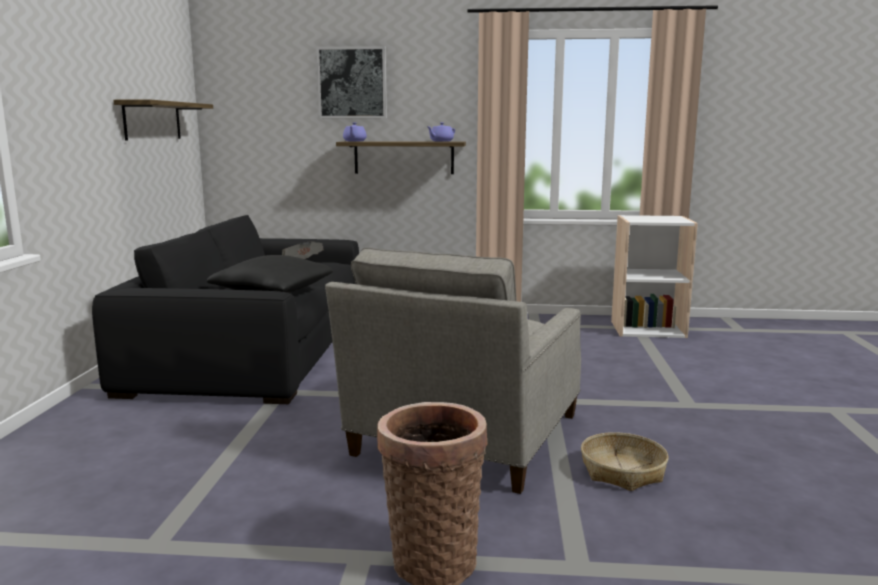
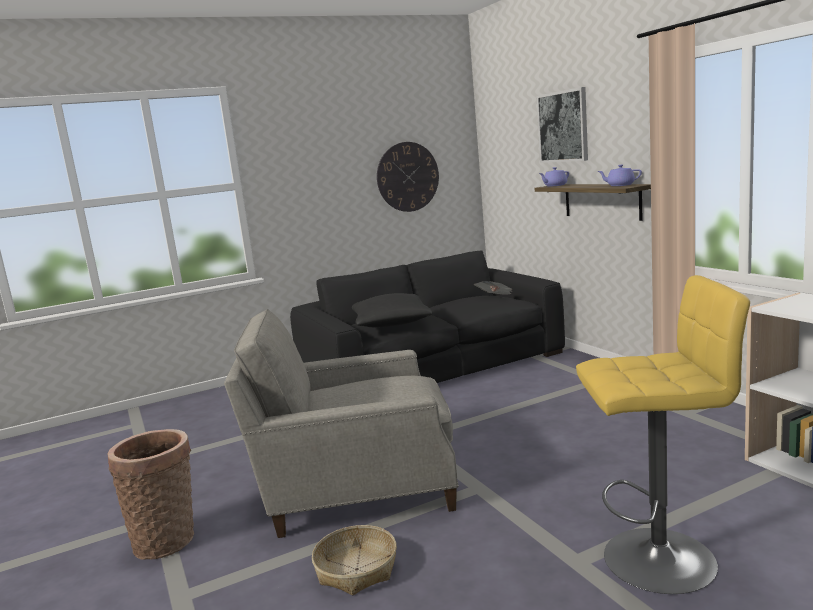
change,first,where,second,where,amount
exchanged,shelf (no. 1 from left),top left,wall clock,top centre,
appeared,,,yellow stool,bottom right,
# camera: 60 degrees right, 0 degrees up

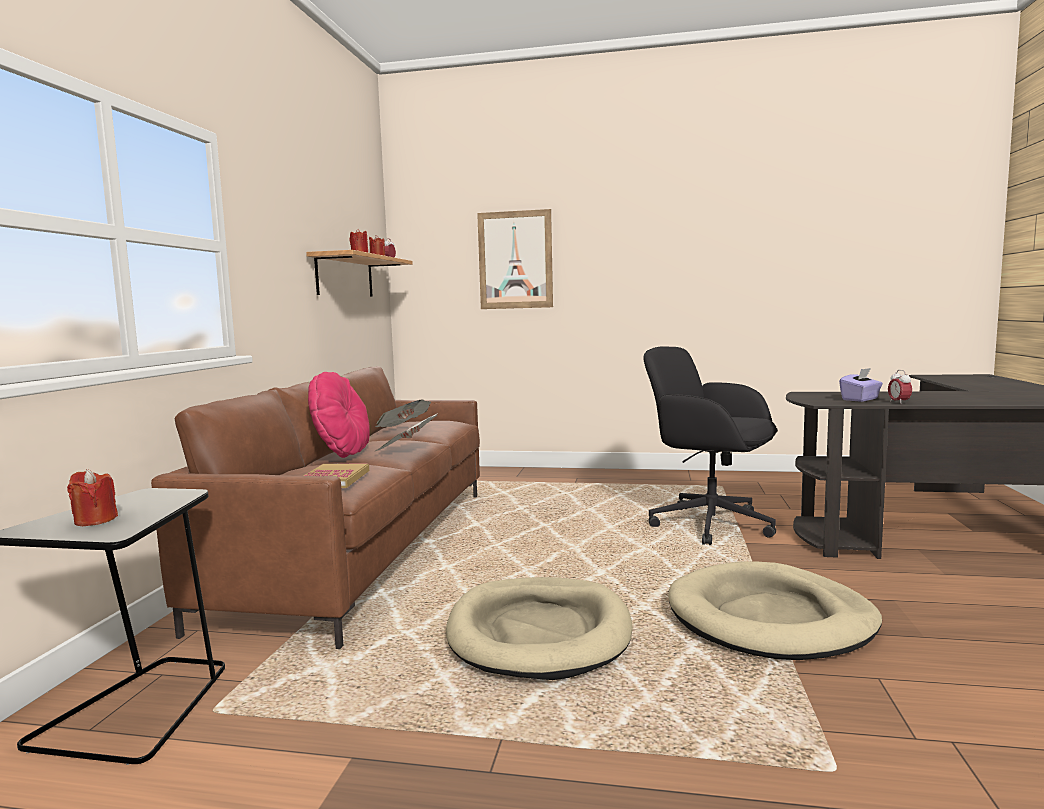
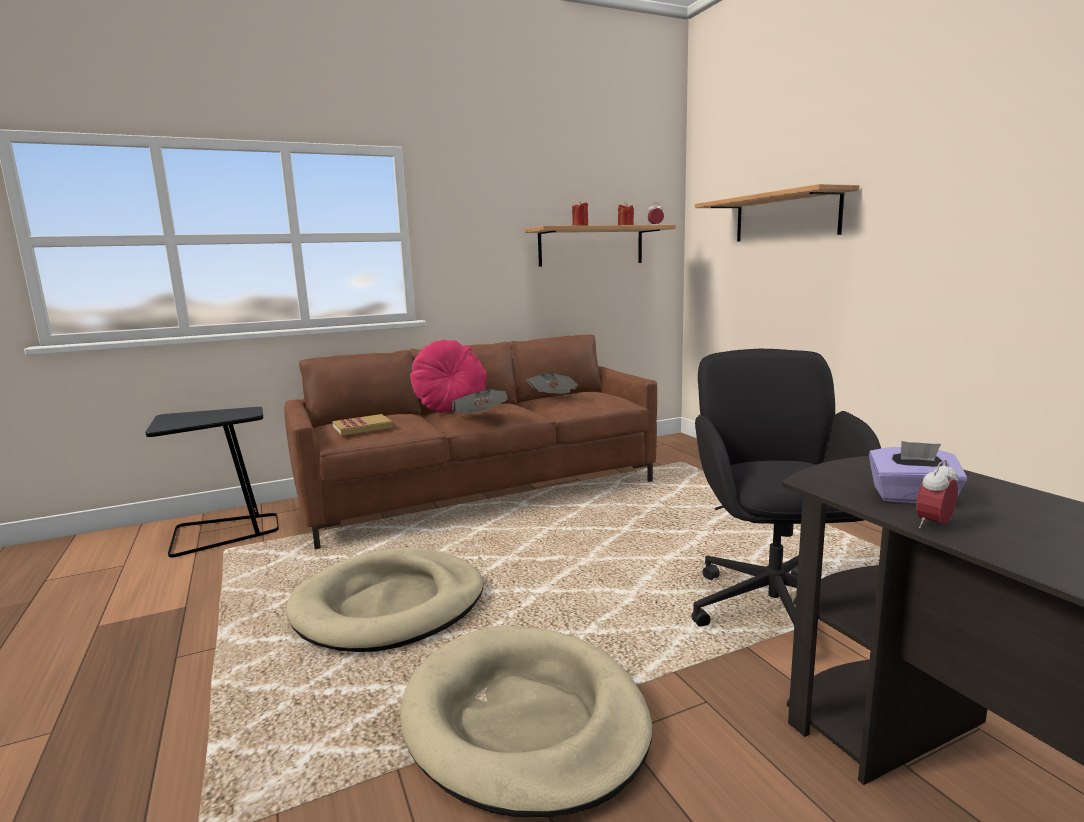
change,first,where,second,where,amount
exchanged,picture,top centre,shelf (no. 2 from left),top right,
missing,red candle (no. 1 from left),middle left,,,
# camera: 55 degrees right, 5 degrees up

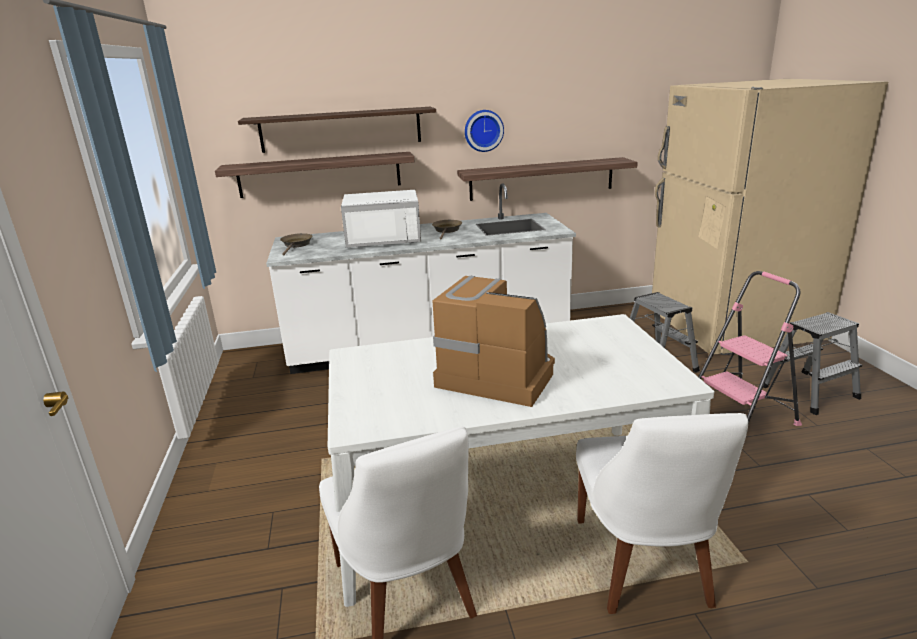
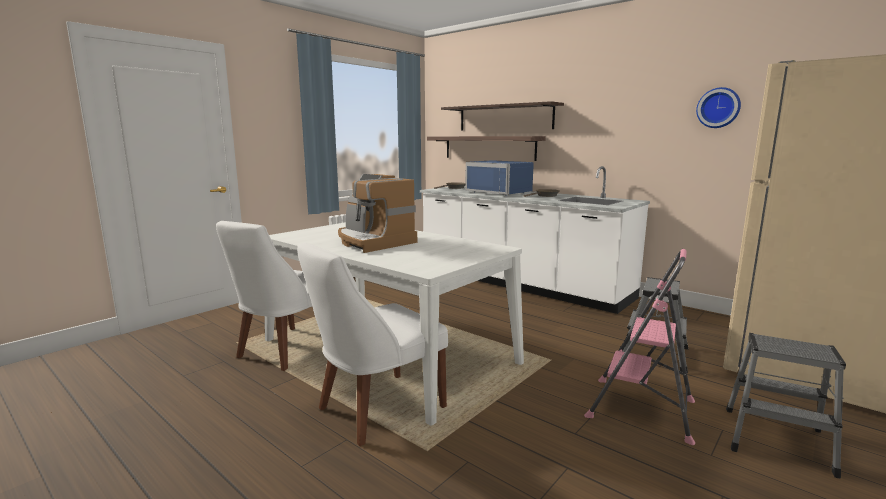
change,first,where,second,where,amount
relocated,wall clock,top centre,,top right,
missing,shelf (no. 3 from left),top centre,,,
colour,white microwave,centre,blue microwave,centre,
spun,coffee machine,centre,,centre,150 degrees clockwise
# camera: 50 degrees right, 10 degrees down

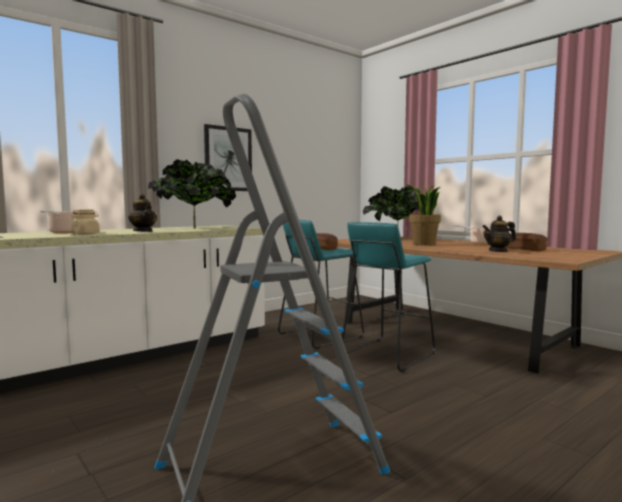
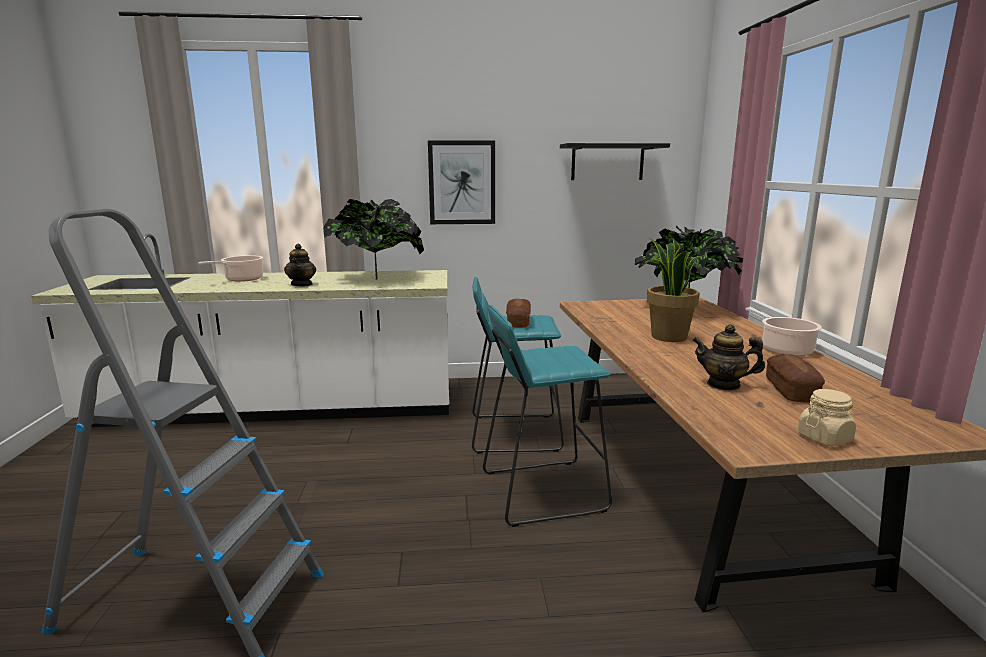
change,first,where,second,where,amount
relocated,beige jar,middle left,,middle right,
appeared,,,black shelf,top centre,
# camera: 35 degrees right, 10 degrees up

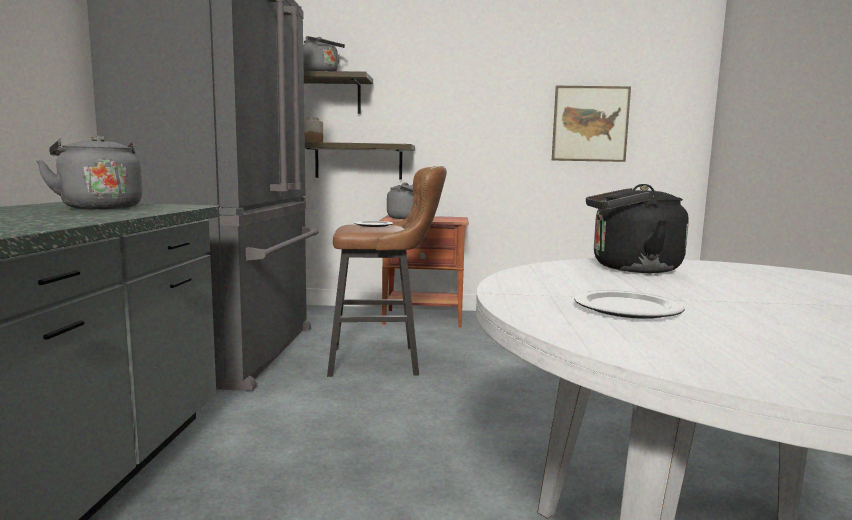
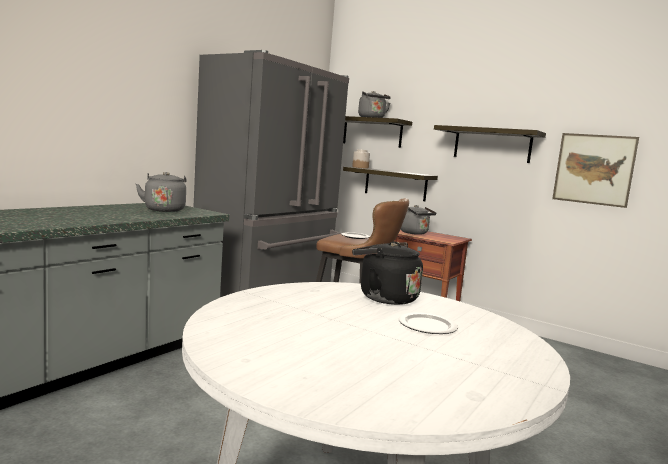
change,first,where,second,where,amount
relocated,plate (no. 2 from left),middle right,,bottom centre,
appeared,,,shelf (no. 3 from left),top right,
# camera: 30 degrees right, 0 degrees up

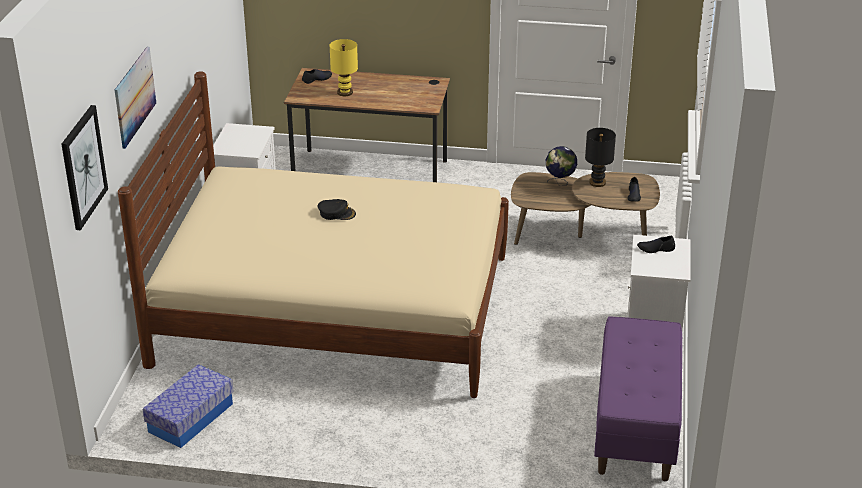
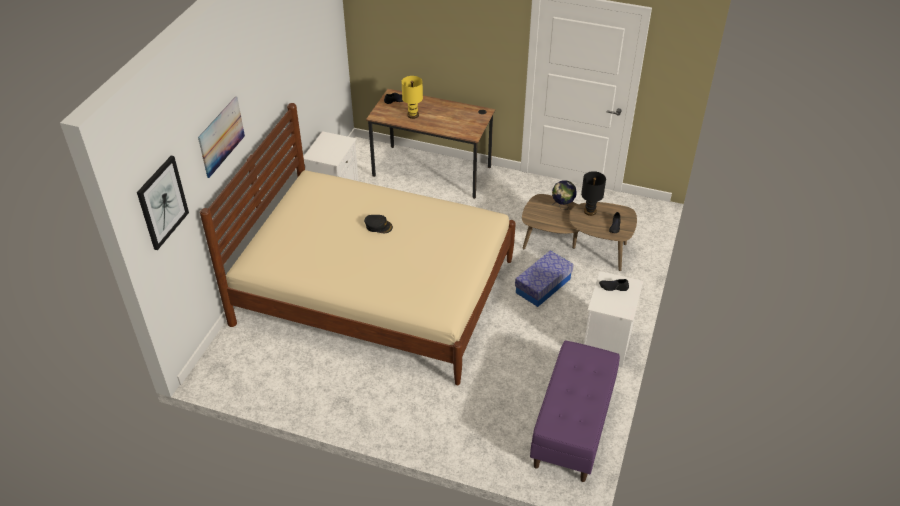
change,first,where,second,where,amount
relocated,storage box,bottom left,,centre,
# camera: 10 degrees right, 10 degrees up

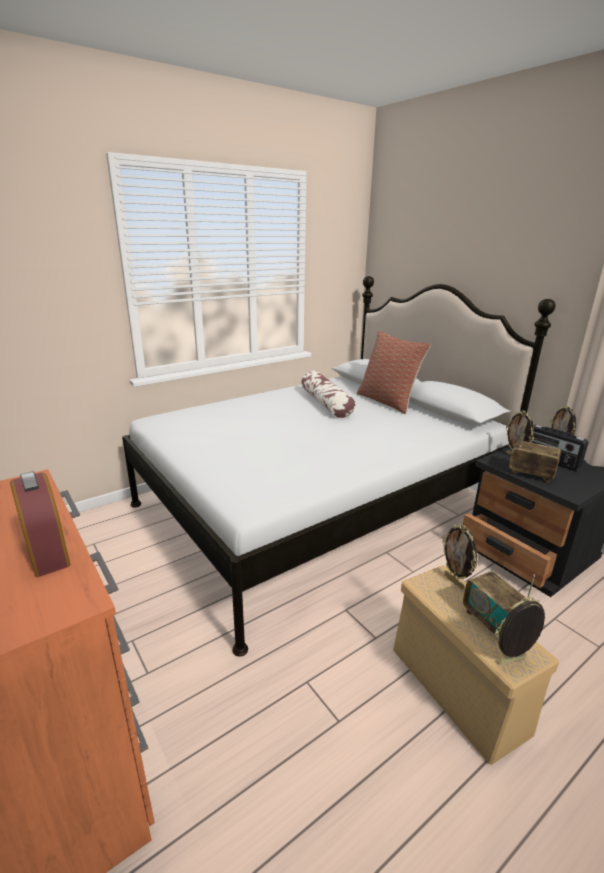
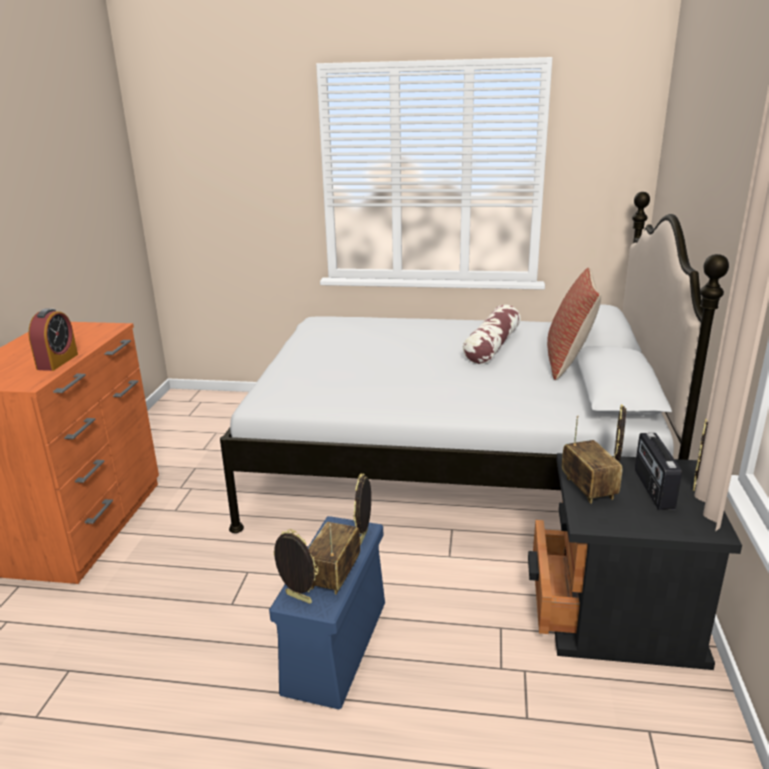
change,first,where,second,where,amount
colour,beige storage box,bottom right,blue storage box,bottom centre,
# camera: 45 degrees right, 0 degrees up

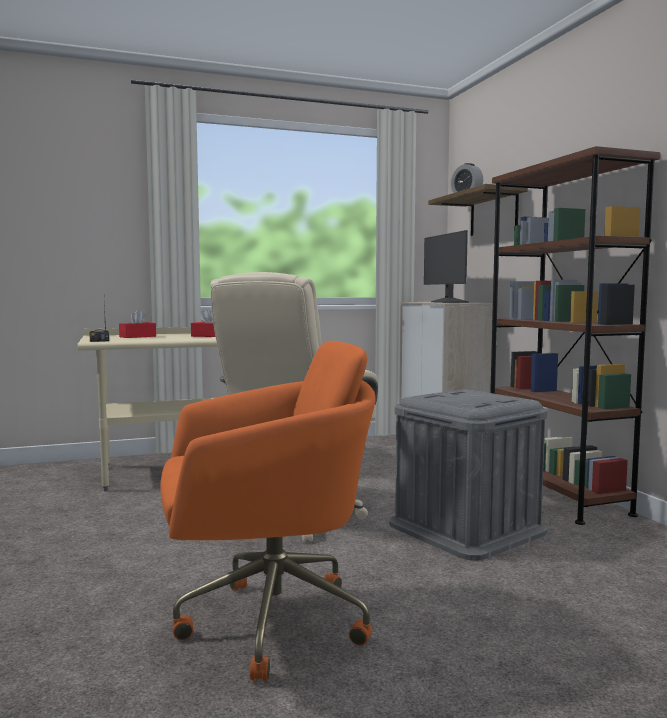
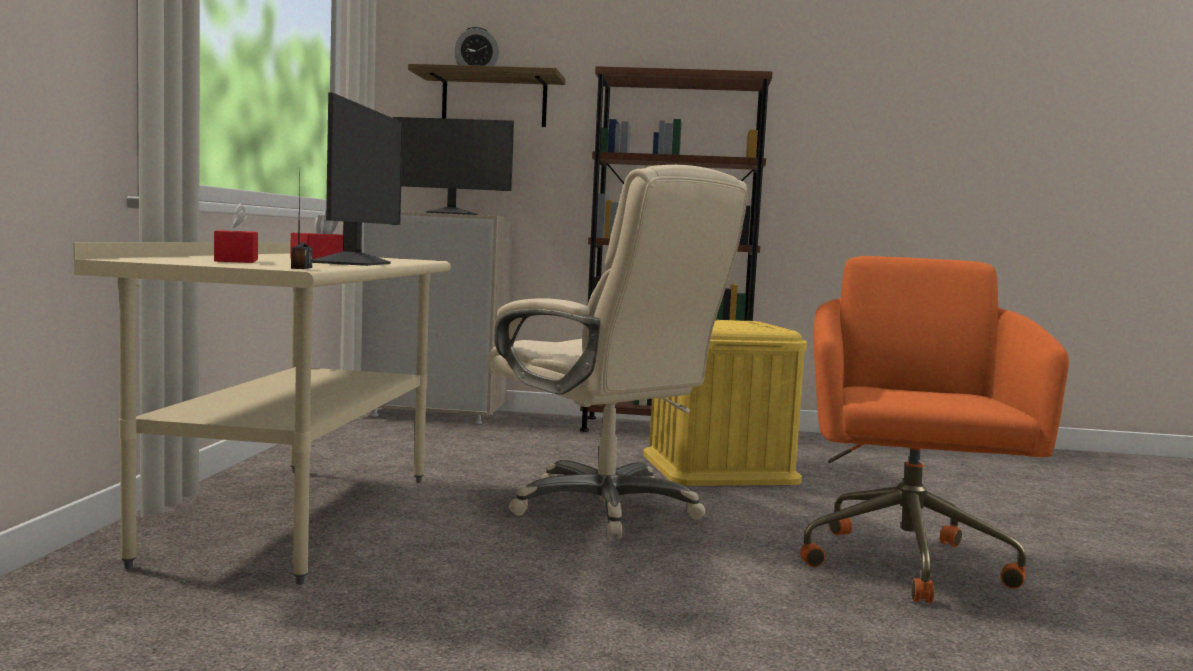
change,first,where,second,where,amount
colour,grey storage box,middle right,yellow storage box,centre,
appeared,,,monitor (no. 1 from left),top left,
# camera: 65 degrees left, 0 degrees up

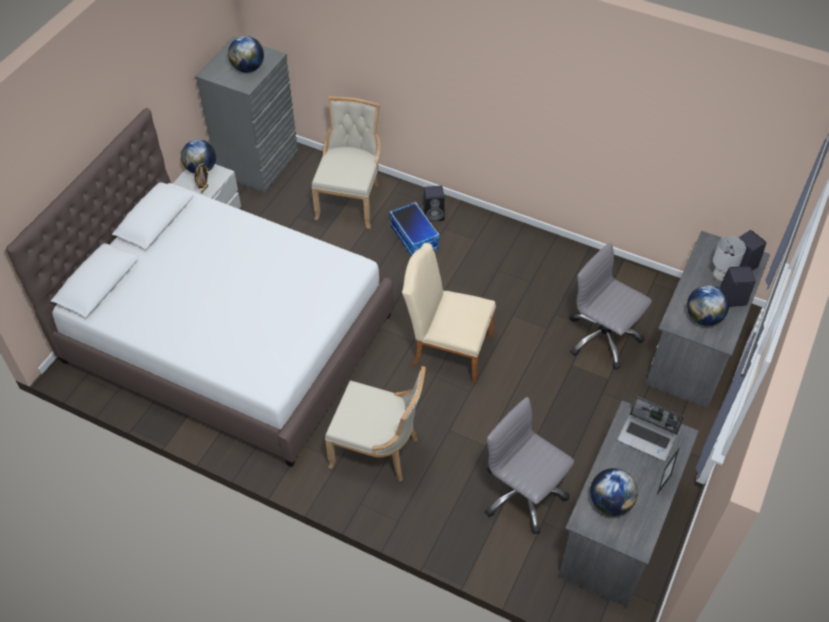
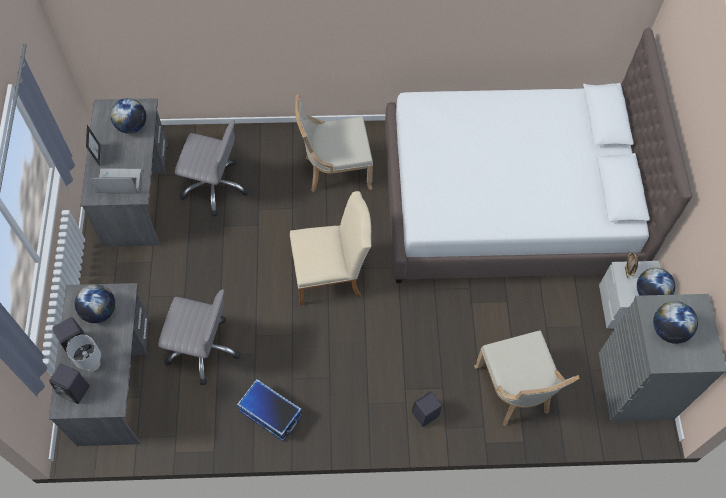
change,first,where,second,where,amount
relocated,storage box,centre,,bottom centre,
# camera: 150 degrees right, 10 degrees up

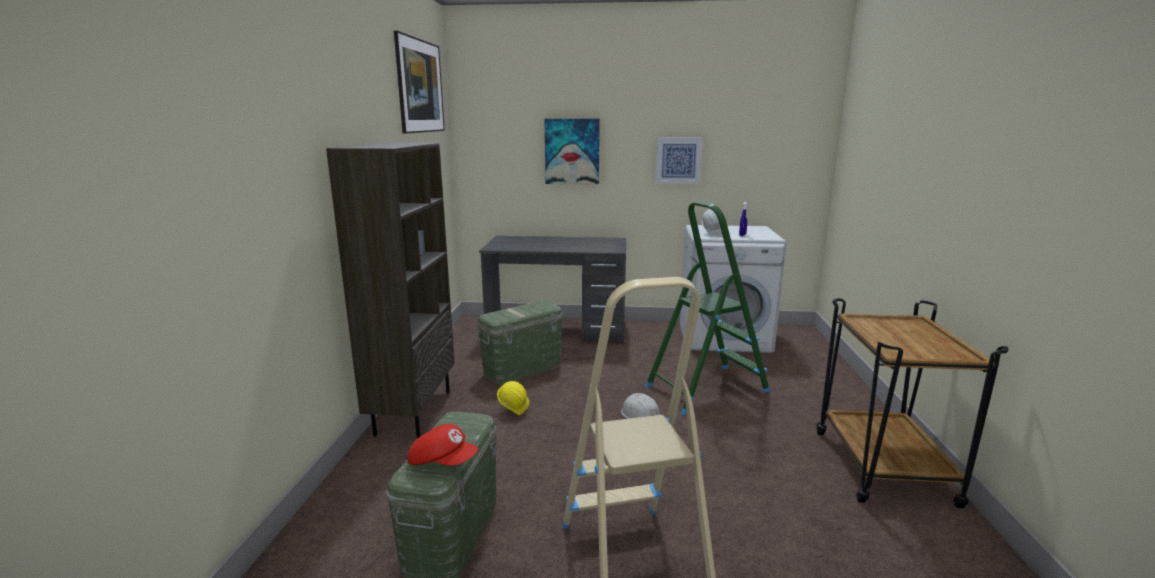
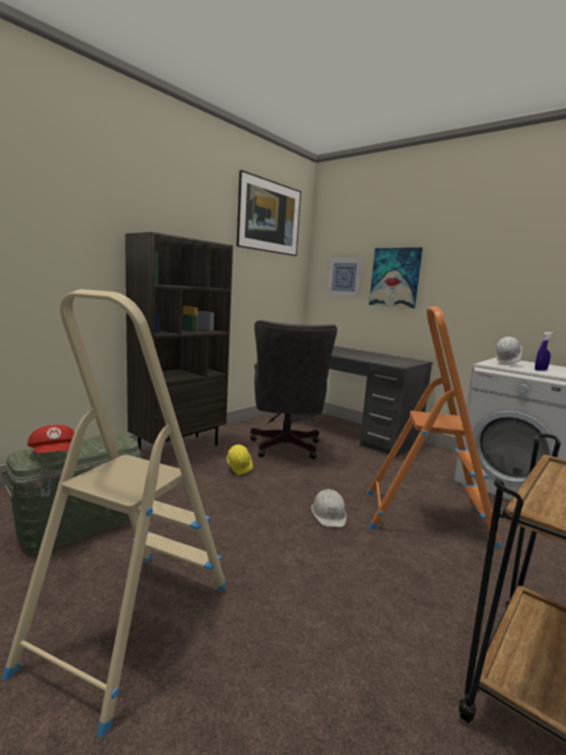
change,first,where,second,where,amount
relocated,picture (no. 3 from left in the first image),top centre,picture (no. 2 from left),centre,
colour,green step ladder,centre,orange step ladder,middle right,
exchanged,green storage box (no. 2 from left),centre,grey office chair,centre,
# camera: 35 degrees right, 5 degrees down

